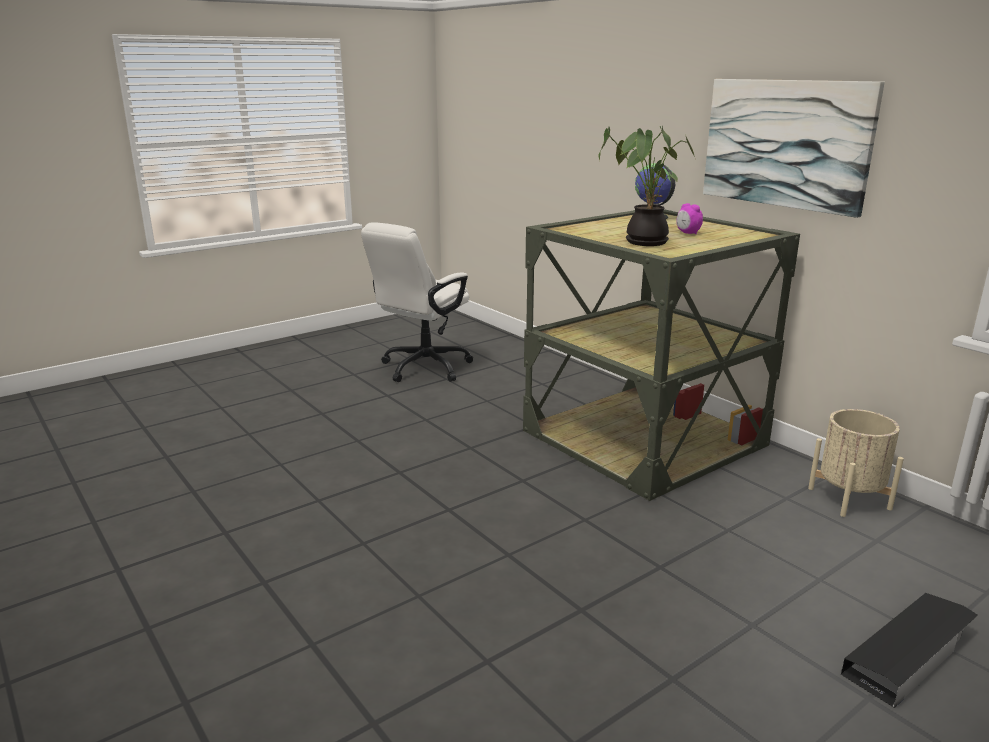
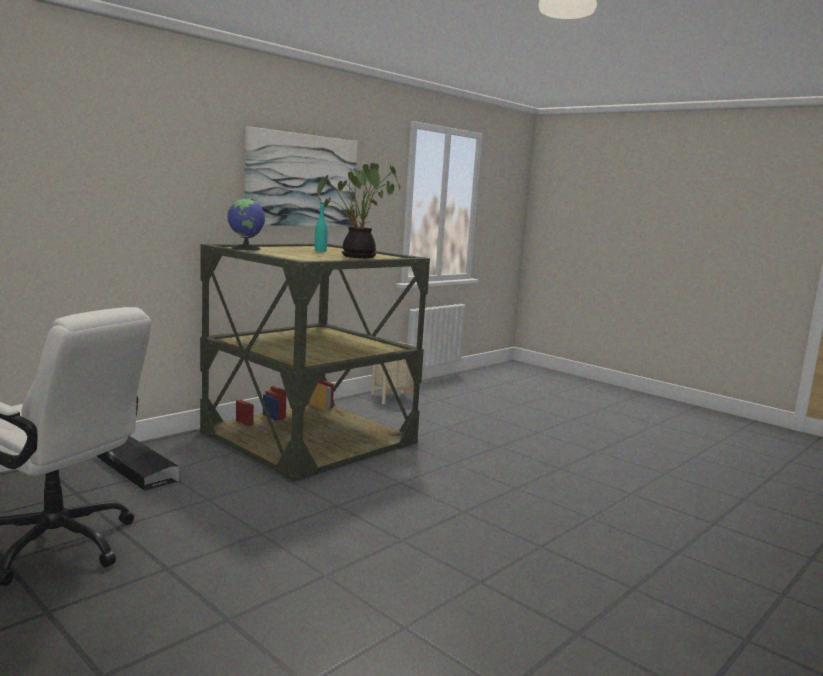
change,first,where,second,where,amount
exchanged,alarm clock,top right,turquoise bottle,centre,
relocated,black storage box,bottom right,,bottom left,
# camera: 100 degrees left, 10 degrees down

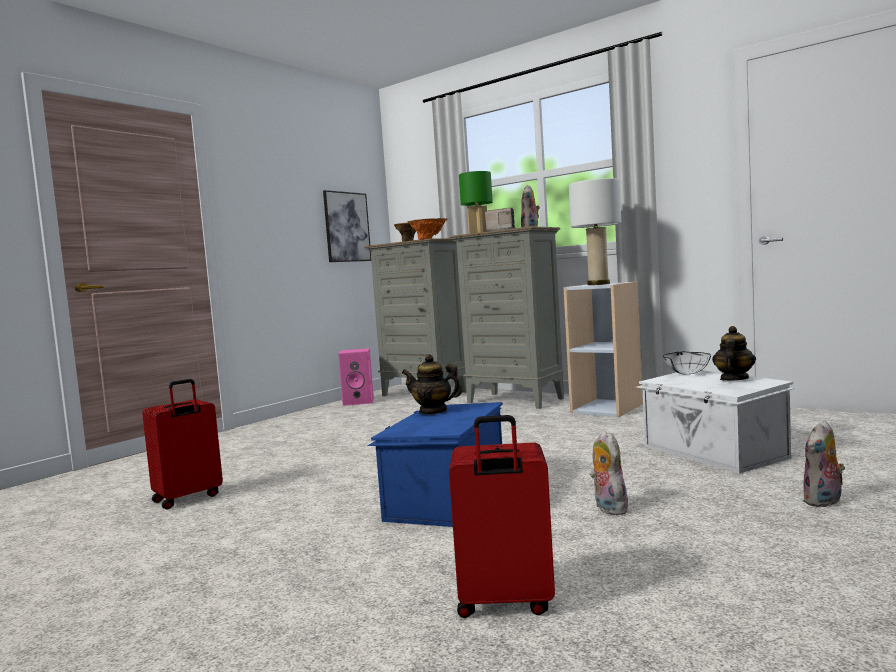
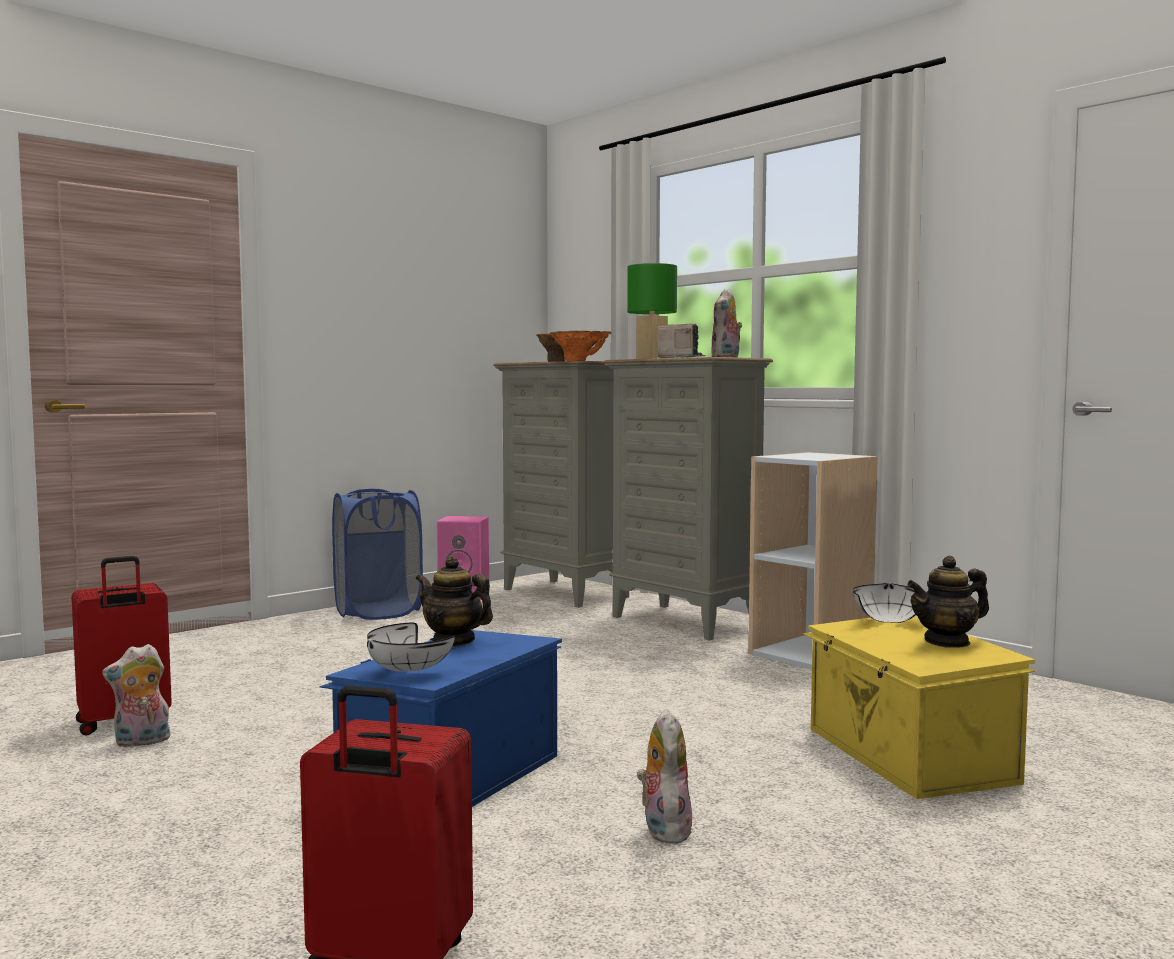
change,first,where,second,where,amount
missing,white table lamp,centre,,,
missing,picture,centre,,,
spun,teapot (no. 2 from left),middle right,,middle right,150 degrees counterclockwise
colour,white storage box,middle right,yellow storage box,bottom right,
relocated,plush toy (no. 3 from left in the first image),bottom right,plush toy (no. 1 from left),bottom left,
appeared,,,blue laundry basket,middle left,
appeared,,,white bowl (no. 1 from left),bottom centre,
# camera: 10 degrees right, 0 degrees up

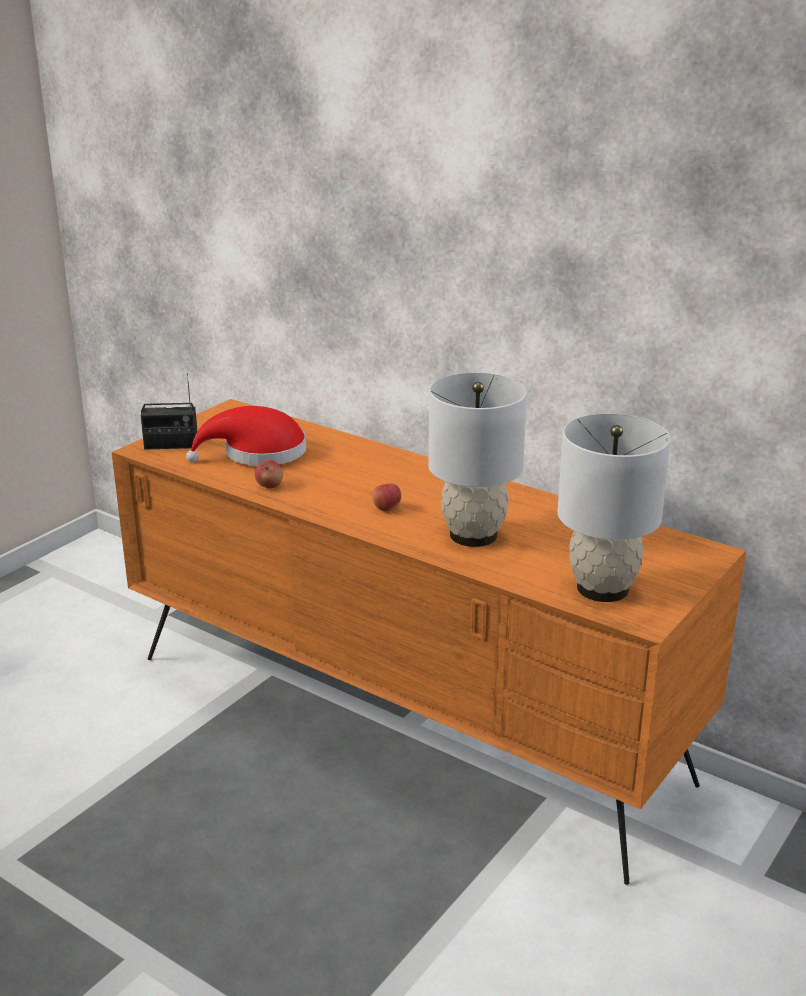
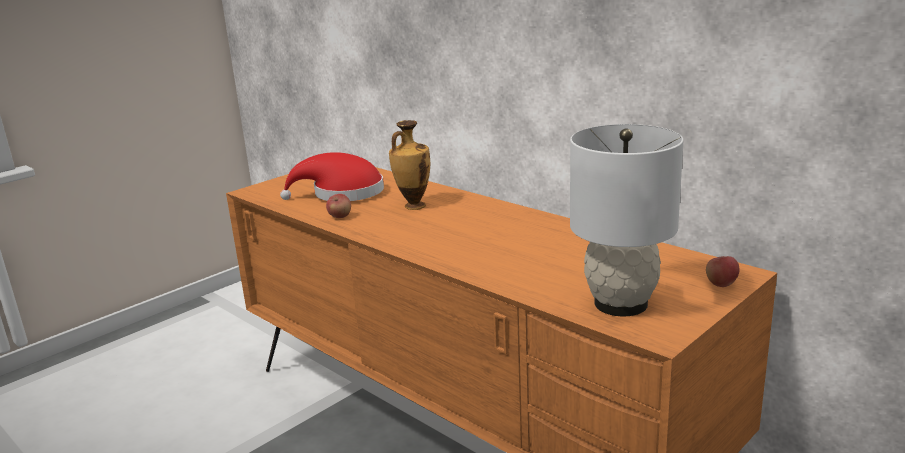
change,first,where,second,where,amount
missing,white table lamp (no. 1 from left),centre,,,
missing,radio,middle left,,,
relocated,apple (no. 2 from left),centre,,middle right,
appeared,,,vase,centre,
# camera: 10 degrees right, 5 degrees down

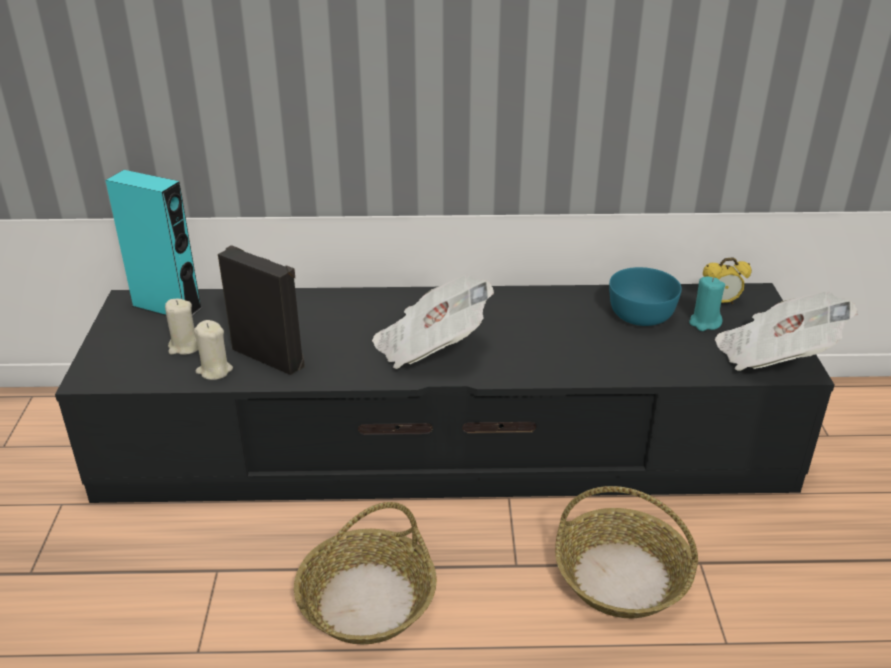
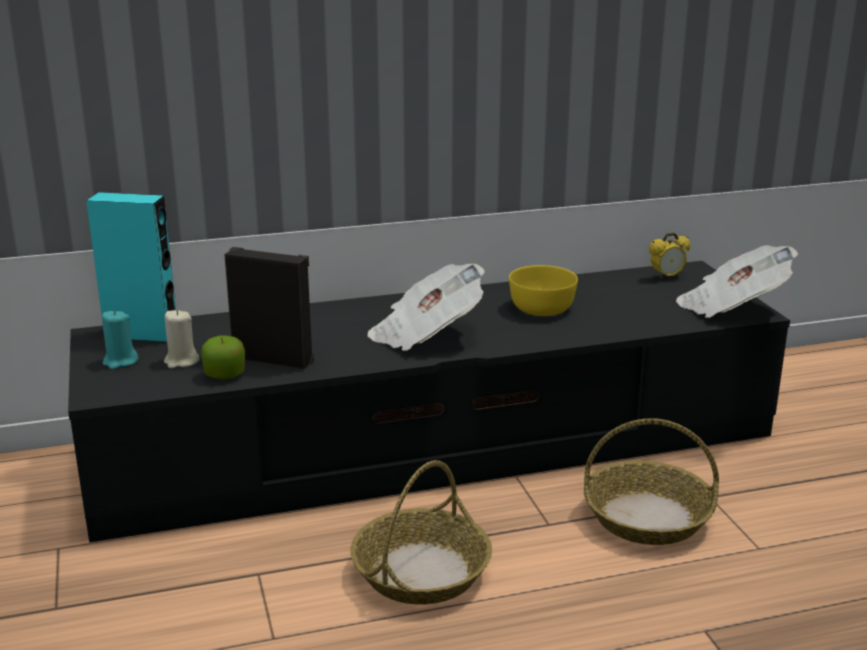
change,first,where,second,where,amount
missing,turquoise bowl,middle right,,,
relocated,turquoise candle,middle right,,middle left,
exchanged,beige candle (no. 2 from left),middle left,apple,middle left,
appeared,,,yellow bowl,centre,
# camera: 15 degrees left, 10 degrees down

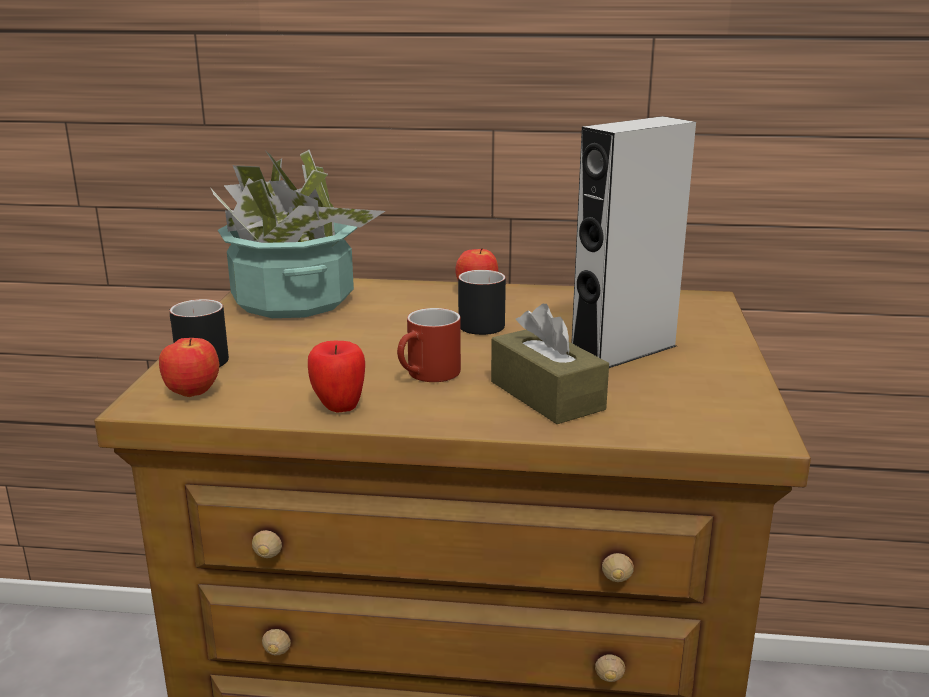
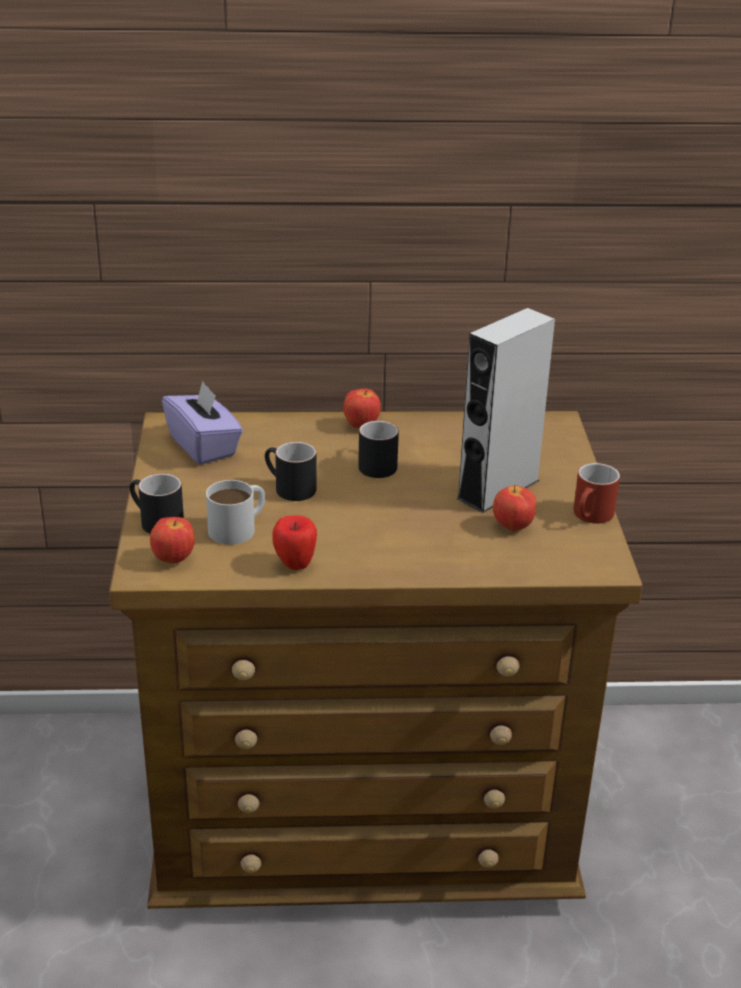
change,first,where,second,where,amount
exchanged,potted plant,middle left,purple tissue box,middle left,
missing,brown tissue box,centre,,,
relocated,red mug,centre,,middle right,
appeared,,,black mug (no. 2 from left),centre,
appeared,,,white mug,middle left,
appeared,,,apple (no. 4 from left),middle right,
# camera: 10 degrees left, 10 degrees up

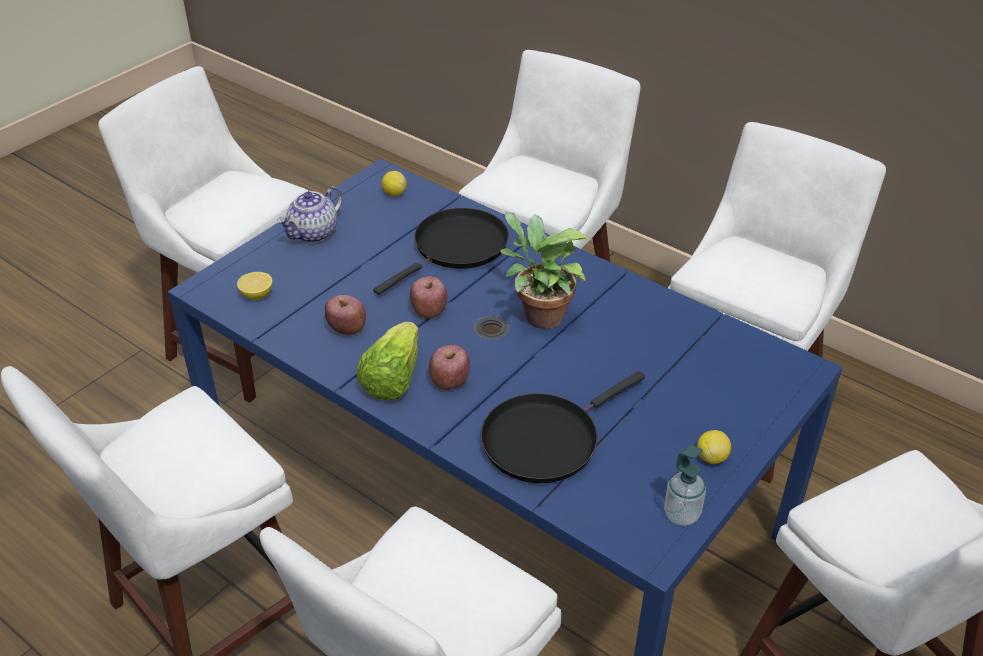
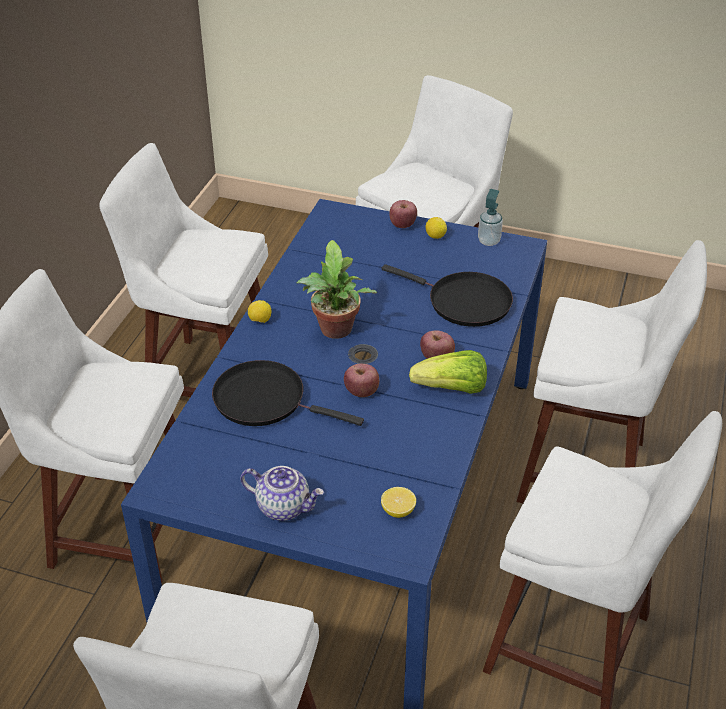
change,first,where,second,where,amount
relocated,lemon (no. 2 from left in the first image),top centre,lemon (no. 1 from left),centre,
relocated,apple (no. 1 from left in the first image),centre,apple (no. 2 from left),top centre,
# camera: 110 degrees left, 0 degrees up

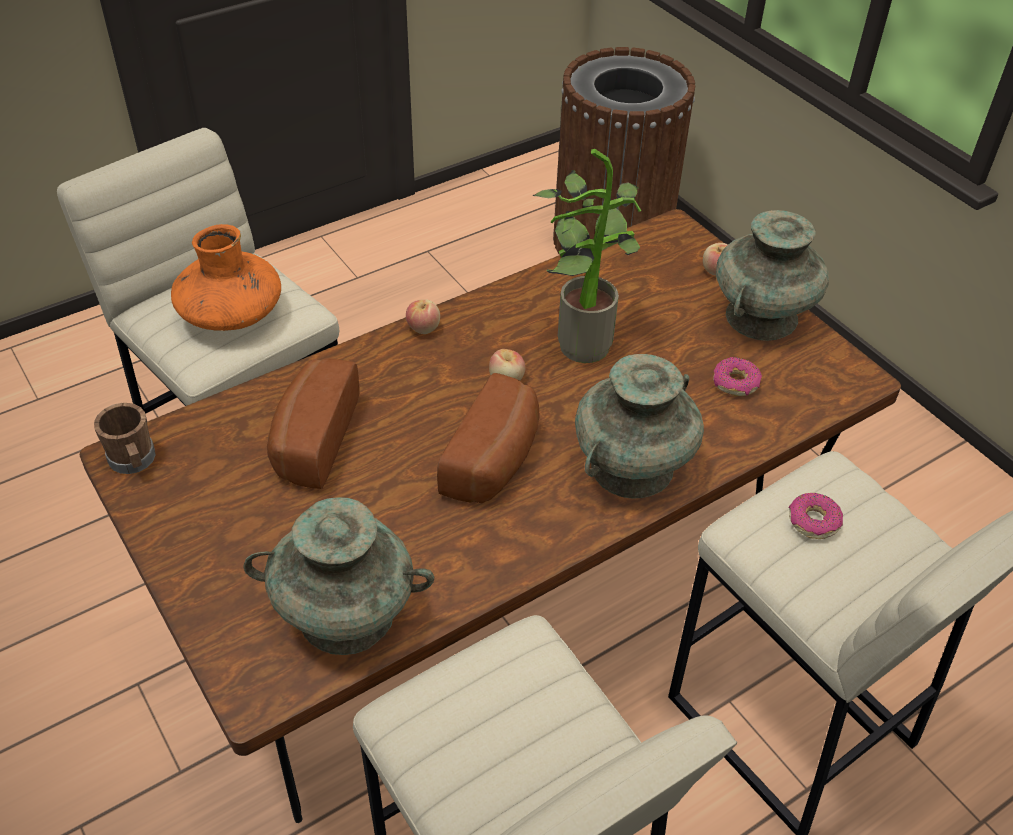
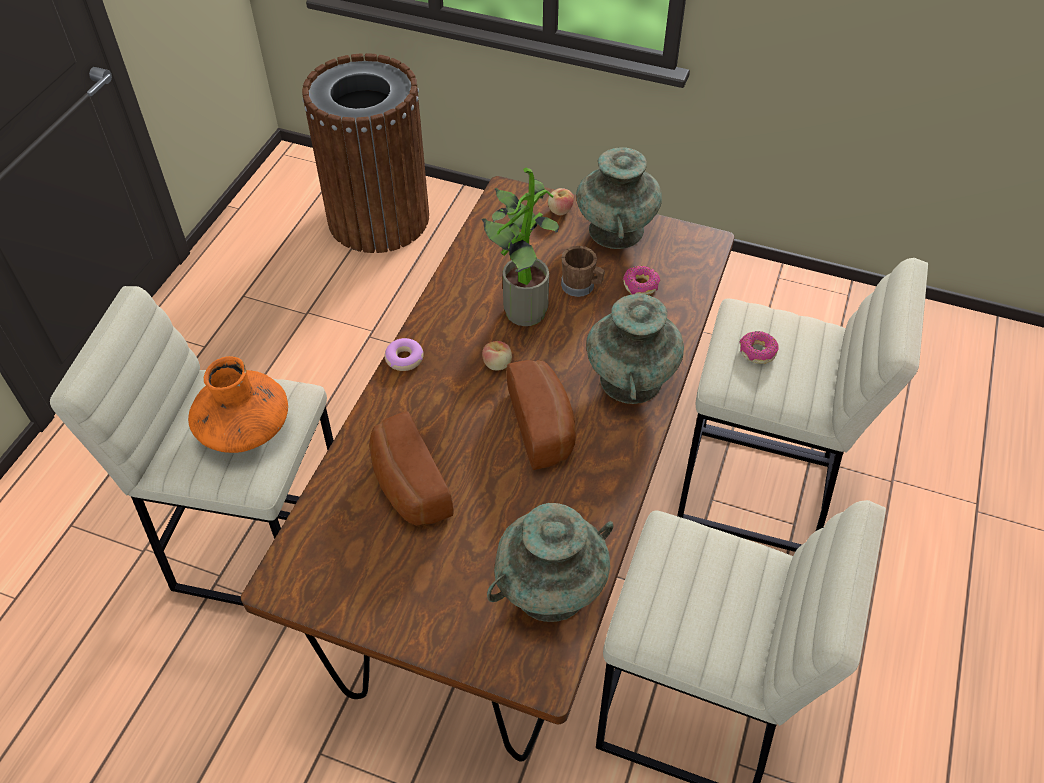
change,first,where,second,where,amount
exchanged,apple (no. 1 from left),centre,donut (no. 1 from left),centre,
relocated,brown mug,middle left,,centre,
# camera: 35 degrees left, 5 degrees up

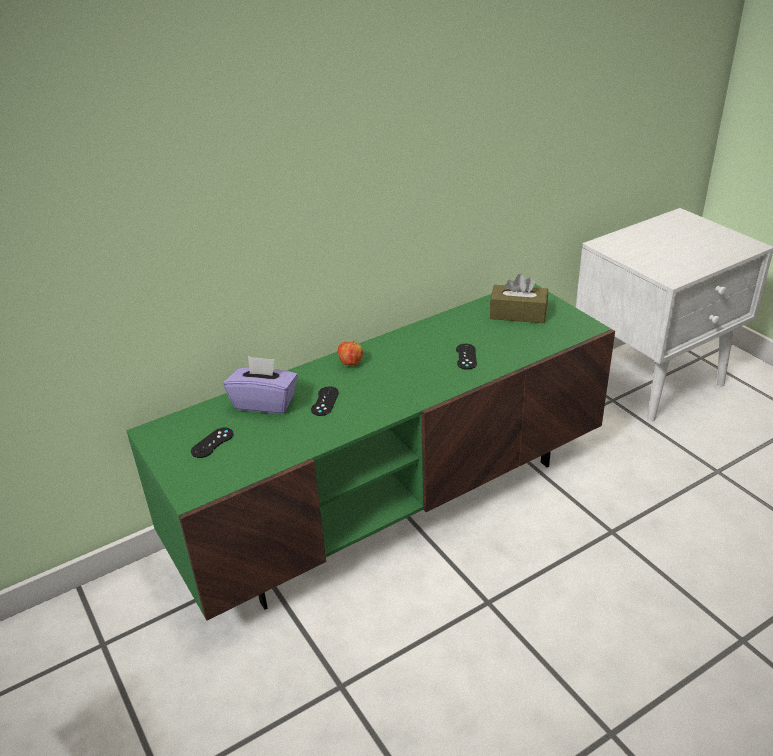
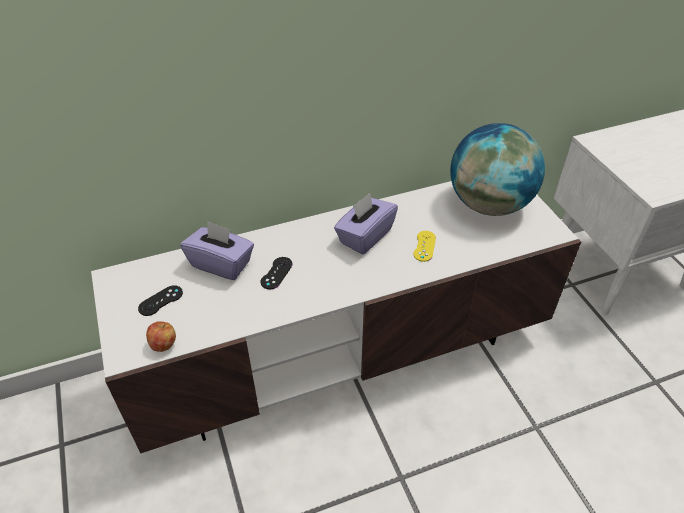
change,first,where,second,where,amount
exchanged,brown tissue box,middle right,globe,top right,
colour,green tv stand,centre,white tv stand,centre,
relocated,apple,centre,,middle left,
colour,black game controller (no. 3 from left),centre,yellow game controller,centre,
appeared,,,purple tissue box (no. 2 from left),centre,
# camera: 10 degrees right, 10 degrees up

